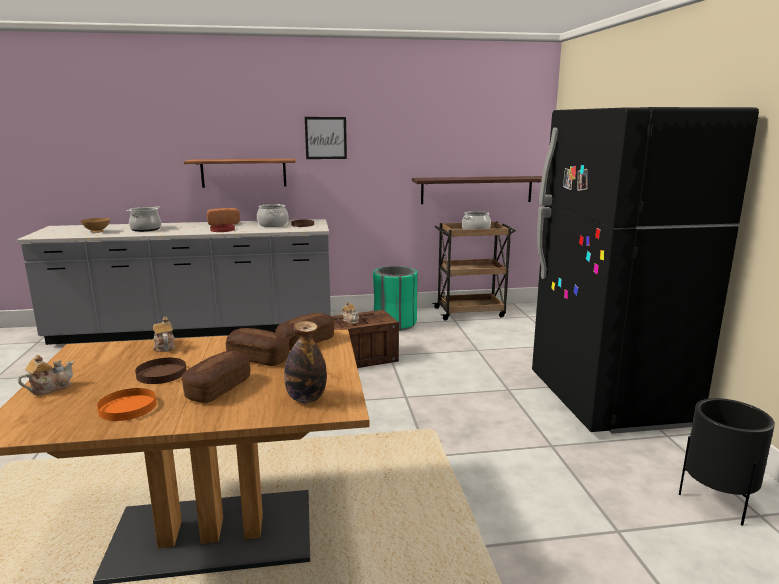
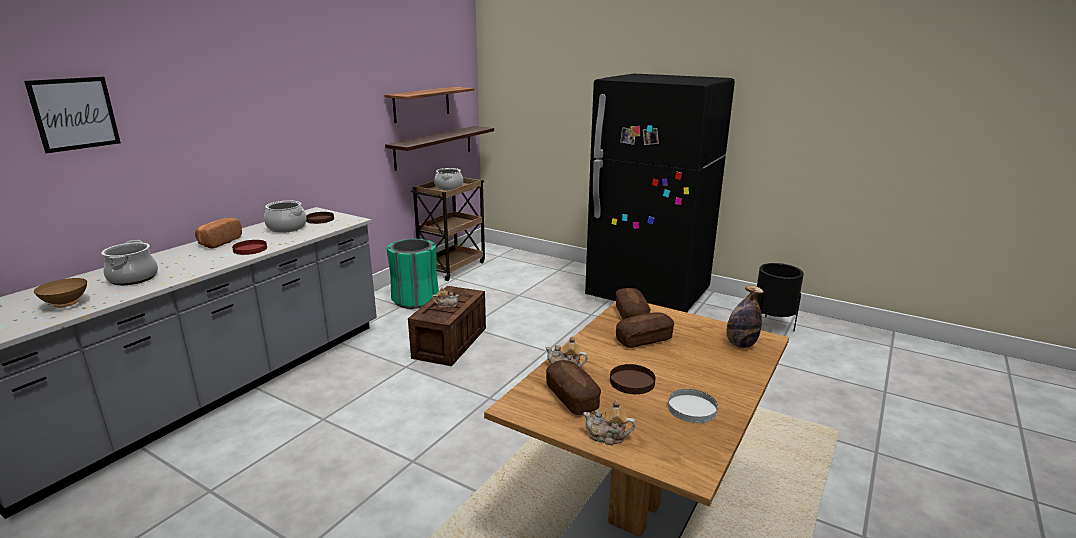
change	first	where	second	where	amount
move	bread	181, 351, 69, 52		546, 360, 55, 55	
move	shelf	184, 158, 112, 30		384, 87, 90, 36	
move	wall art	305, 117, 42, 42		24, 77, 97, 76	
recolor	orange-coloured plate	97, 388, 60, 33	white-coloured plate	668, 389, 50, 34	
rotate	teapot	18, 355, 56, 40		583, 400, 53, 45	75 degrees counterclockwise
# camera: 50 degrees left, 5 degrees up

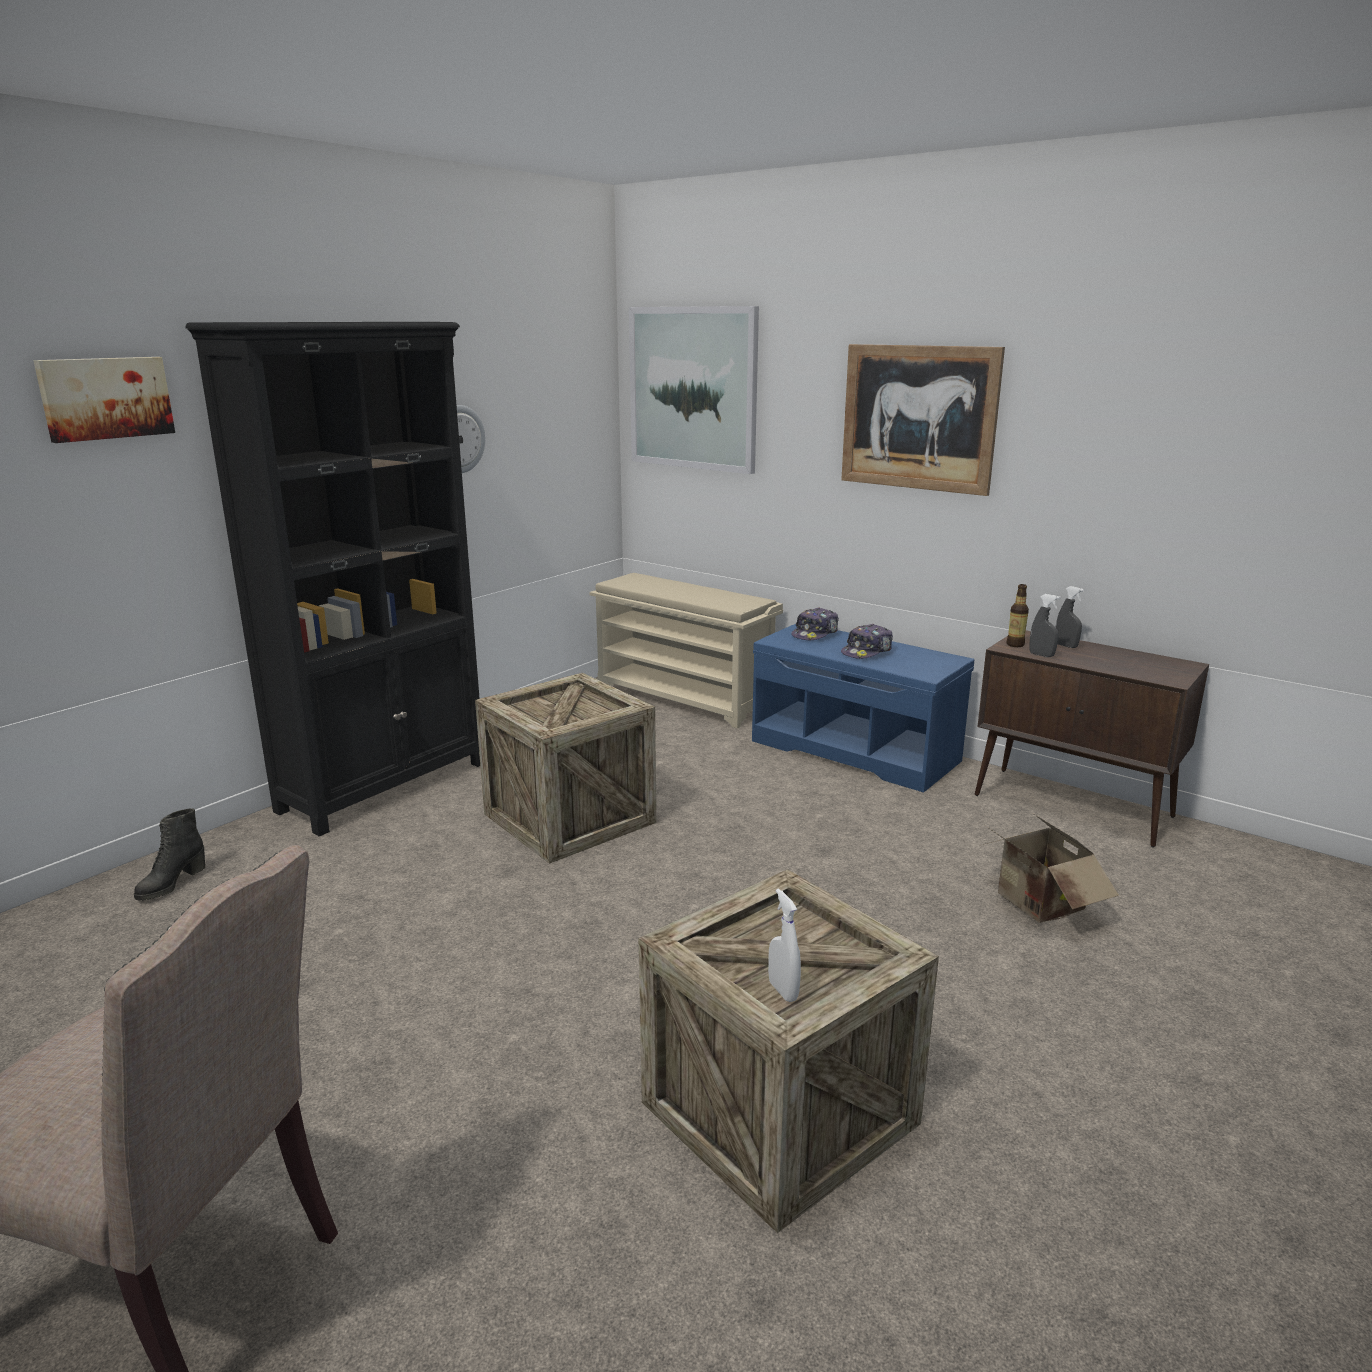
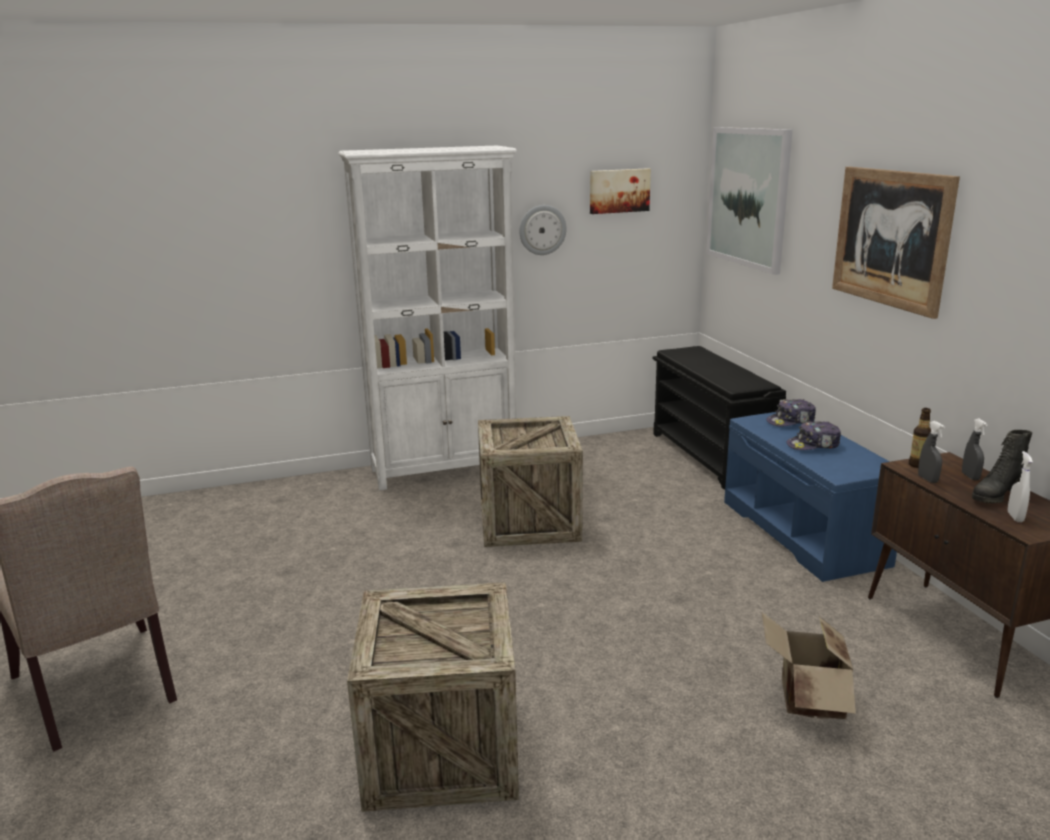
change	first	where	second	where	amount
move	wall art	33, 357, 142, 86		590, 168, 61, 46	
move	blackish high-top boot	134, 808, 71, 93		972, 430, 60, 73	
move	white-coloured sprayer	768, 888, 33, 114		1008, 451, 25, 71	
recolor	blackish bookcase	185, 322, 295, 514	white-coloured bookcase	338, 146, 179, 345	
recolor	beige-coloured shoe rack	589, 573, 194, 156	blackish shoe rack	653, 346, 133, 144	
# camera: 35 degrees right, 0 degrees up

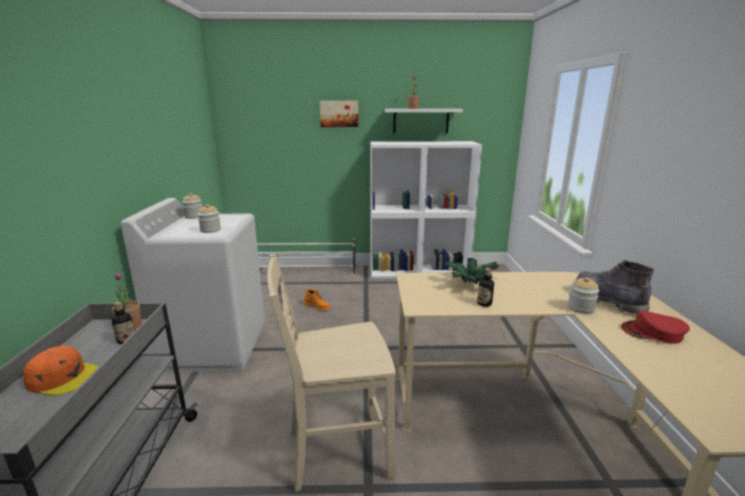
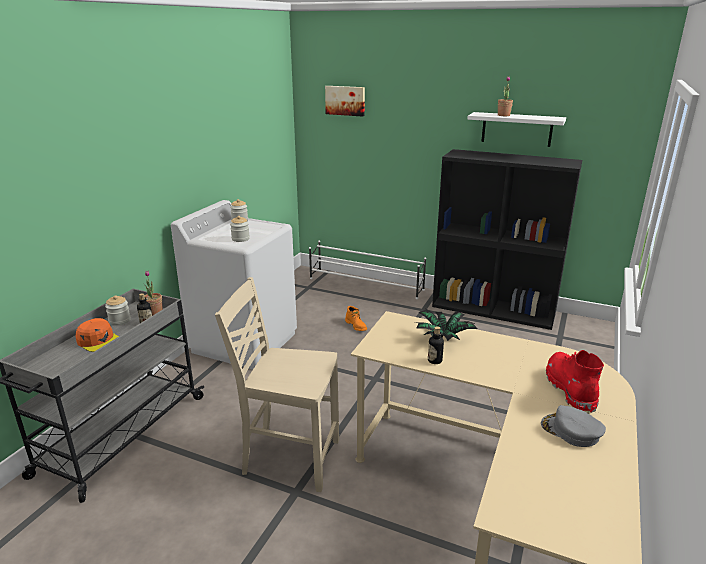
change	first	where	second	where	amount
move	wall art	320, 101, 38, 26		325, 86, 40, 31	
move	preserve jar	568, 277, 31, 37		105, 295, 26, 31	
recolor	white-coloured bookcase	370, 141, 112, 138	blackish bookcase	432, 149, 150, 181	
recolor	grey high-top boot	576, 260, 78, 54	red high-top boot	546, 350, 58, 63	
recolor	red baseball cap	621, 311, 69, 33	grey baseball cap	541, 405, 65, 42	
# camera: 25 degrees right, 5 degrees up

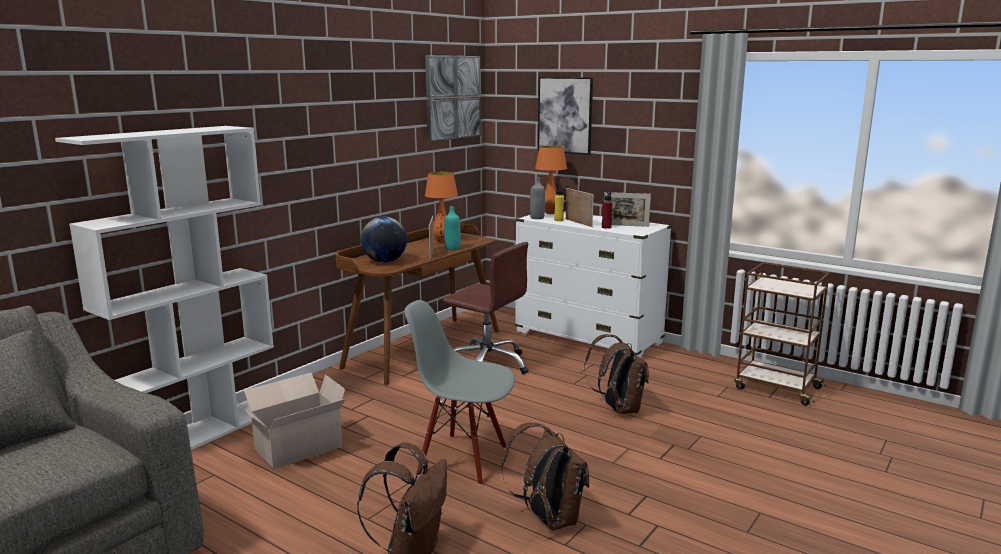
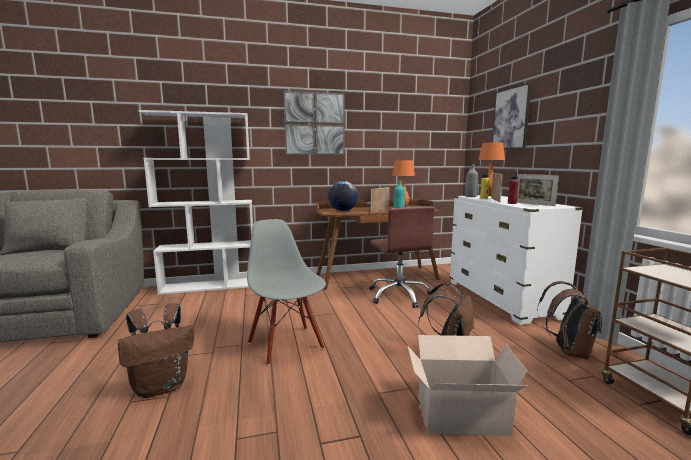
change	first	where	second	where	amount
move	carton	238, 373, 108, 96		407, 335, 121, 101	
move	wall art	425, 55, 56, 87		284, 91, 61, 64	
move	brownish rucksack	501, 422, 88, 108		537, 281, 65, 79	
# camera: 40 degrees right, 5 degrees down

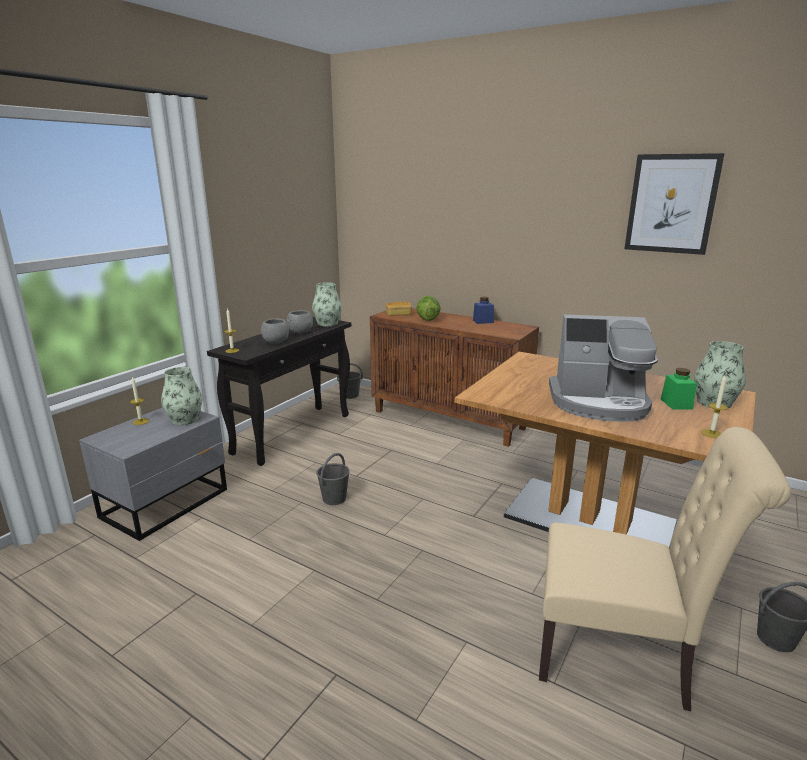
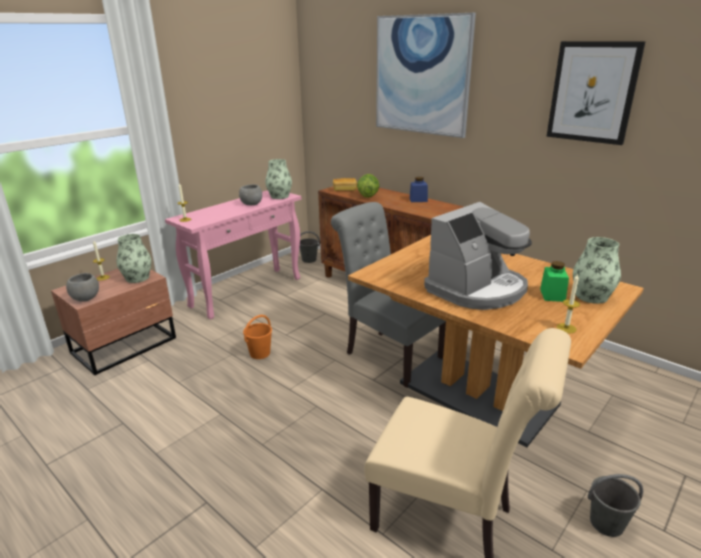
change	first	where	second	where	amount
insert			grey upright chair	331, 202, 115, 186	
insert			wall art	376, 13, 100, 125	
move	grey serving bowl	261, 318, 28, 26		66, 273, 33, 29	
recolor	grey nightstand	79, 407, 148, 134	brownish nightstand	51, 268, 125, 107	
recolor	blackish console table	207, 317, 144, 149	pink console table	165, 190, 136, 130	
recolor	grey water bucket	317, 453, 33, 52	orange-coloured water bucket	243, 315, 29, 44	
rotate	coffee brewer	549, 314, 109, 108		424, 202, 108, 108	60 degrees counterclockwise
# camera: 10 degrees right, 5 degrees up

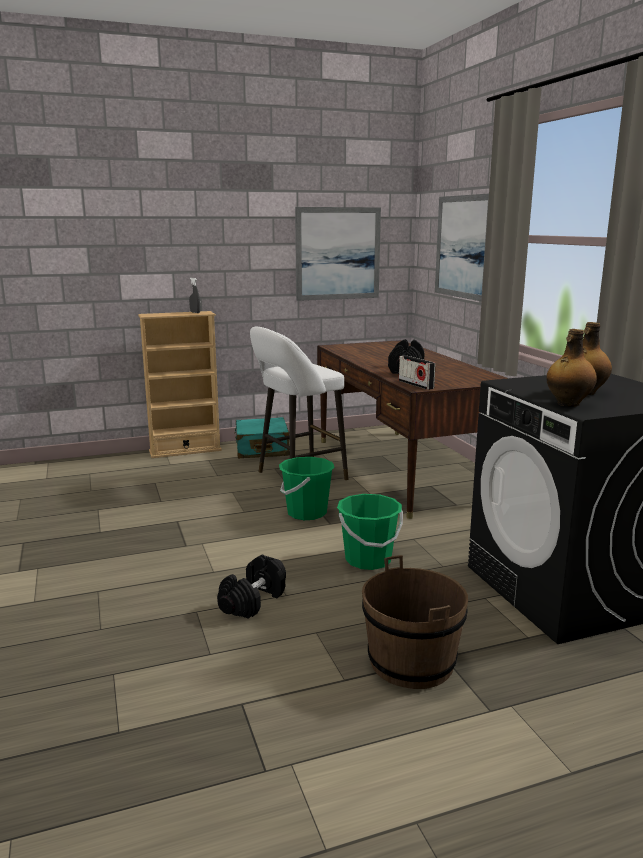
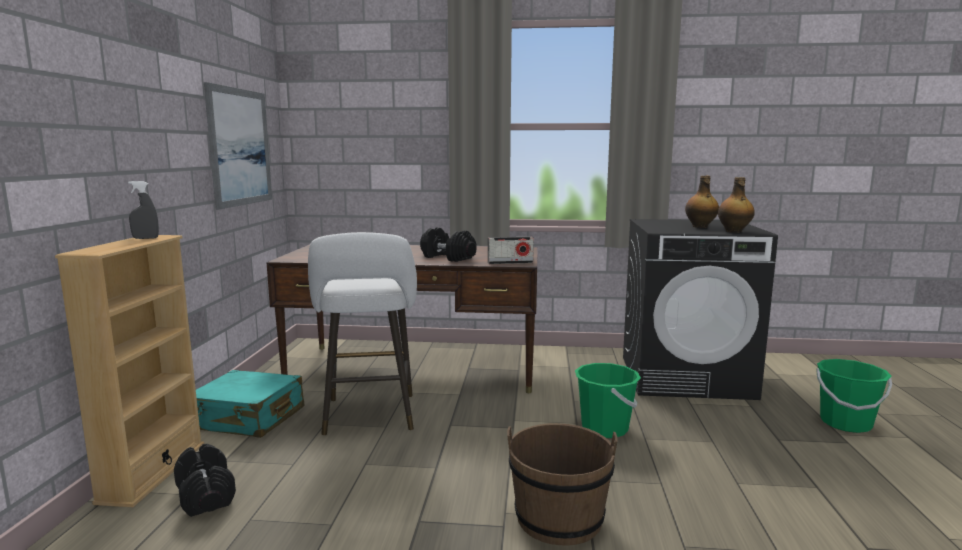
change	first	where	second	where	amount
delete	wall art	435, 194, 54, 108			
move	blackish hand weight	217, 555, 69, 63		174, 444, 62, 73	
move	greenish water bucket	279, 457, 55, 63		816, 359, 76, 74	
move	brownish water bucket	362, 555, 106, 134		507, 423, 110, 123	
# camera: 65 degrees left, 5 degrees down

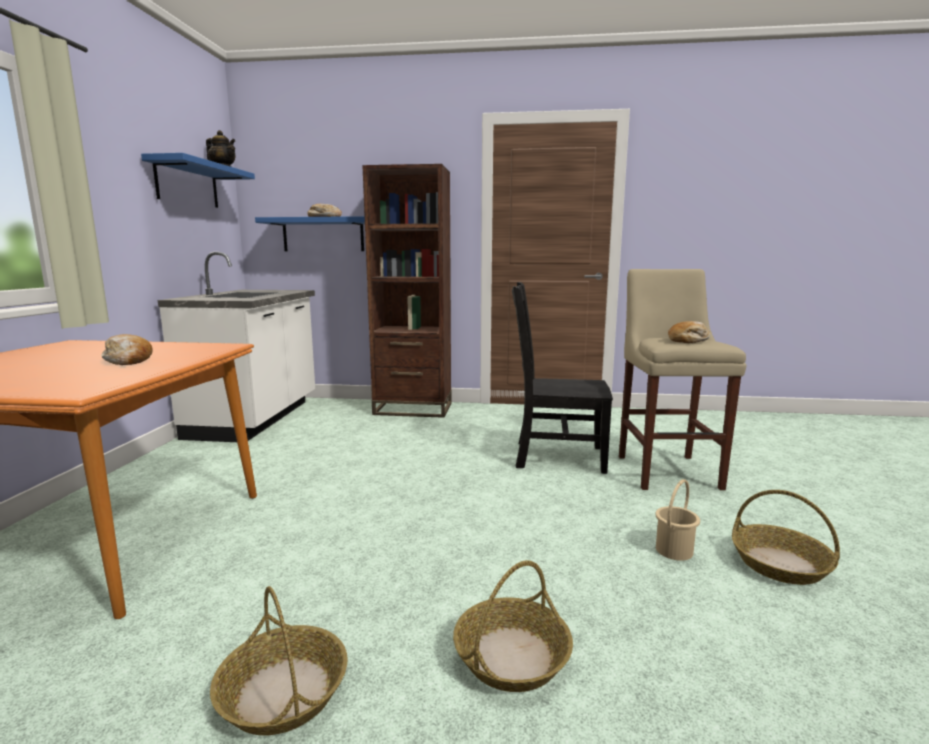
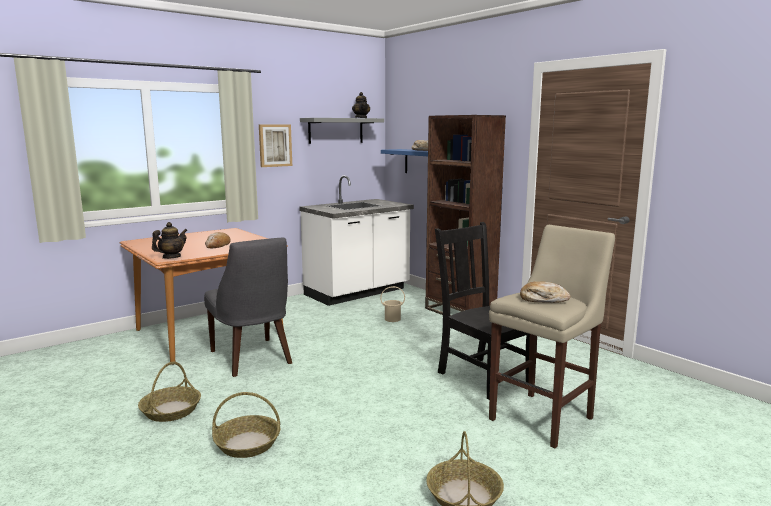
change	first	where	second	where	amount
insert			teapot	152, 222, 36, 37	
insert			grey upright chair	204, 238, 88, 139	
insert			wall art	259, 124, 33, 43	
move	beige-coloured water bucket	655, 479, 45, 82		380, 286, 25, 36	
recolor	bluish shelf	141, 153, 114, 55	grey shelf	300, 118, 84, 26	
# camera: 45 degrees right, 0 degrees up

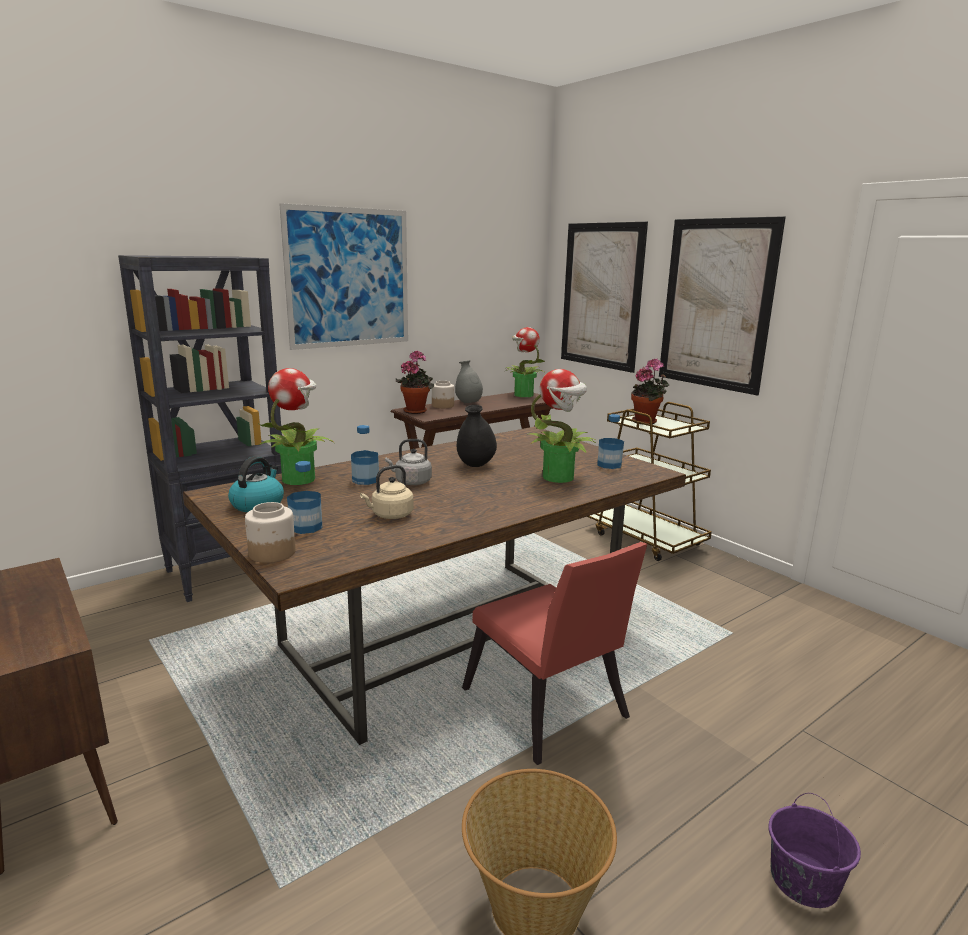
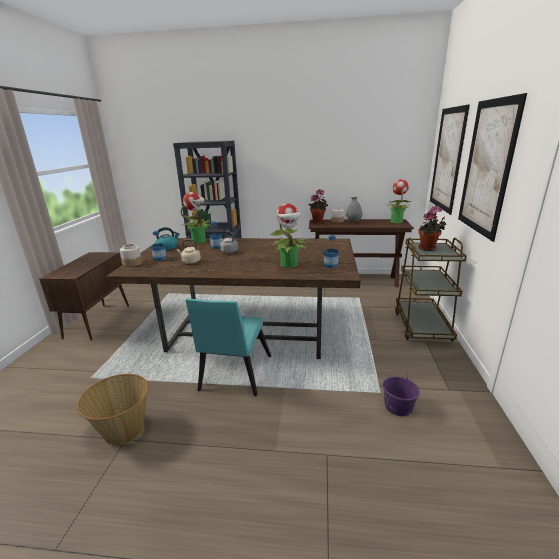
change	first	where	second	where	amount
delete	wall art	279, 203, 129, 147			
delete	blackish flower vase	457, 405, 40, 62			
move	purple-coloured water bucket	768, 793, 93, 115		382, 372, 38, 44	
recolor	red upright chair	462, 542, 185, 223	turquoise-coloured upright chair	186, 298, 85, 98	
# camera: 45 degrees right, 5 degrees up

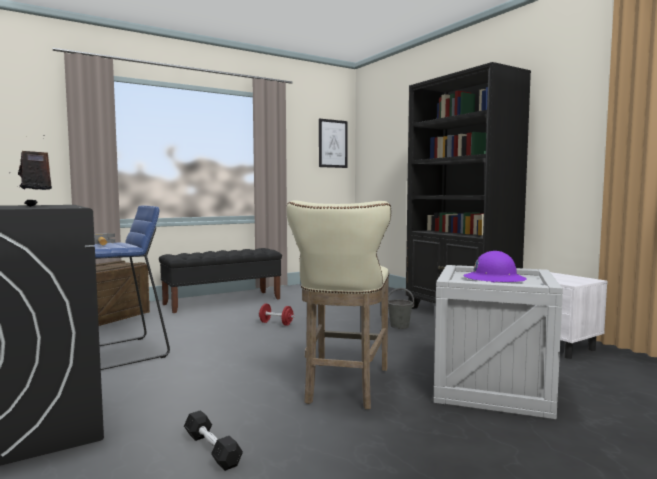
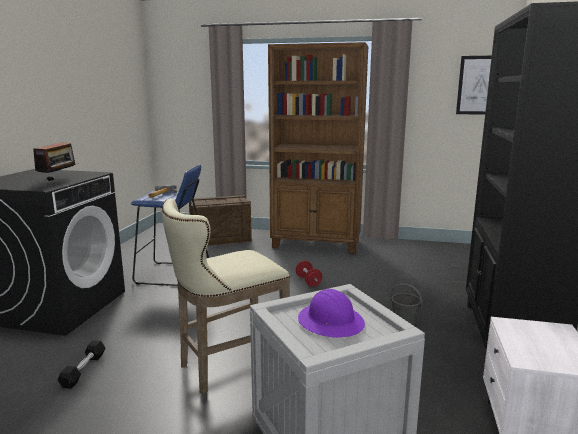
change	first	where	second	where	amount
replace	blackish bench	159, 248, 123, 65	brownish bookcase	268, 42, 101, 212	
# camera: 45 degrees right, 10 degrees up

